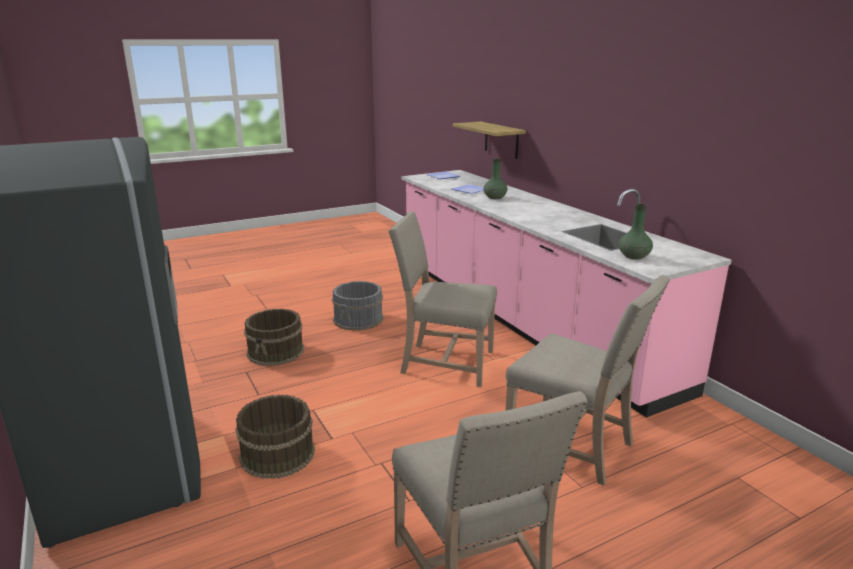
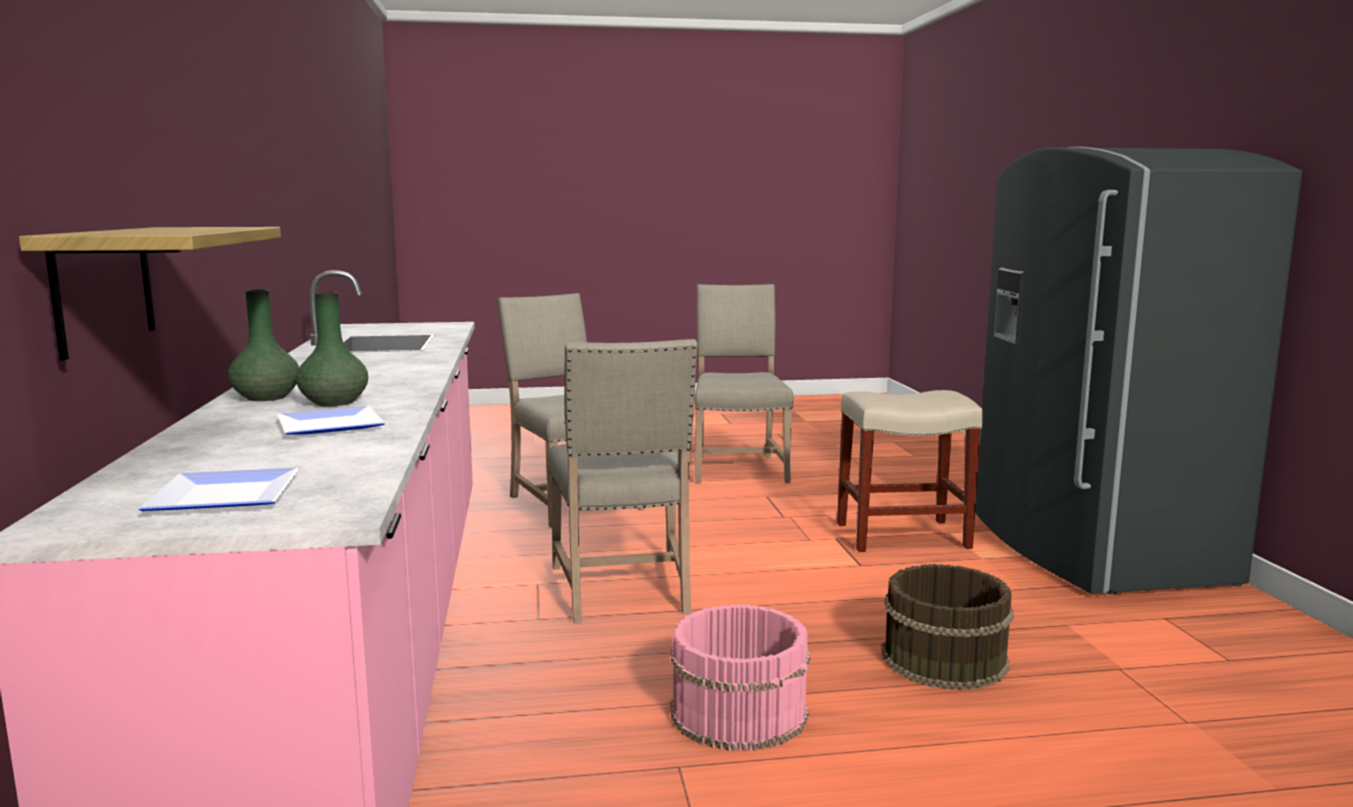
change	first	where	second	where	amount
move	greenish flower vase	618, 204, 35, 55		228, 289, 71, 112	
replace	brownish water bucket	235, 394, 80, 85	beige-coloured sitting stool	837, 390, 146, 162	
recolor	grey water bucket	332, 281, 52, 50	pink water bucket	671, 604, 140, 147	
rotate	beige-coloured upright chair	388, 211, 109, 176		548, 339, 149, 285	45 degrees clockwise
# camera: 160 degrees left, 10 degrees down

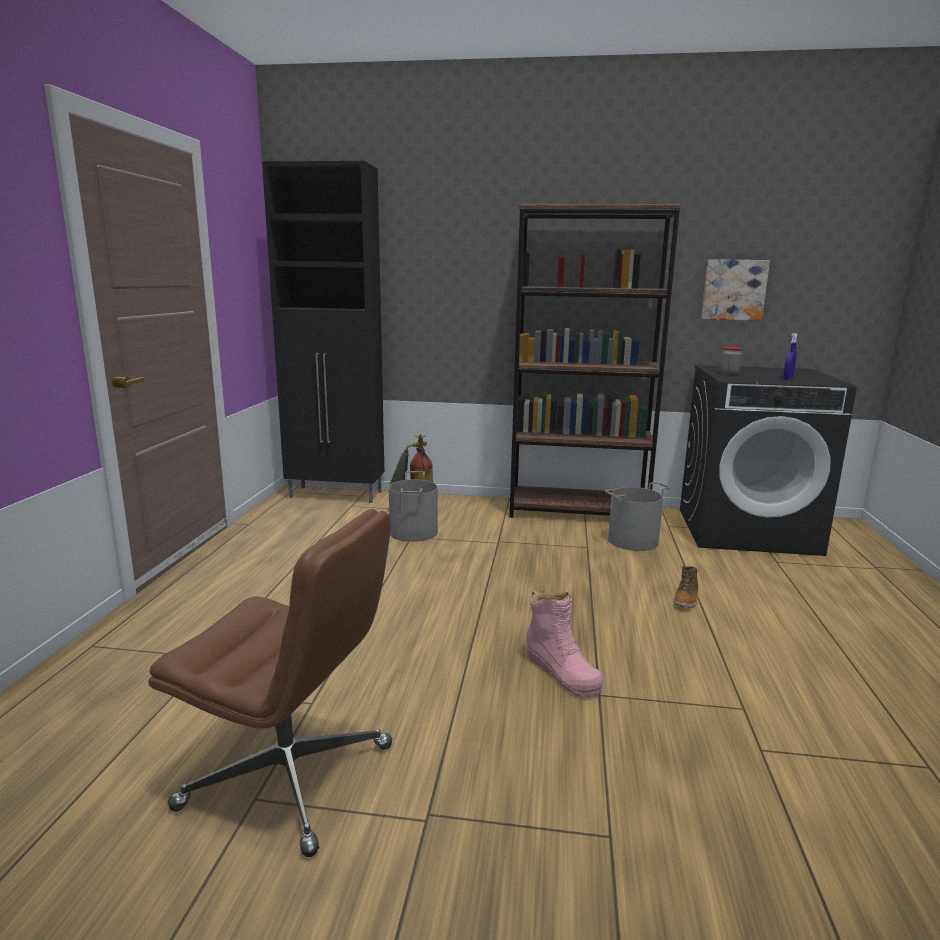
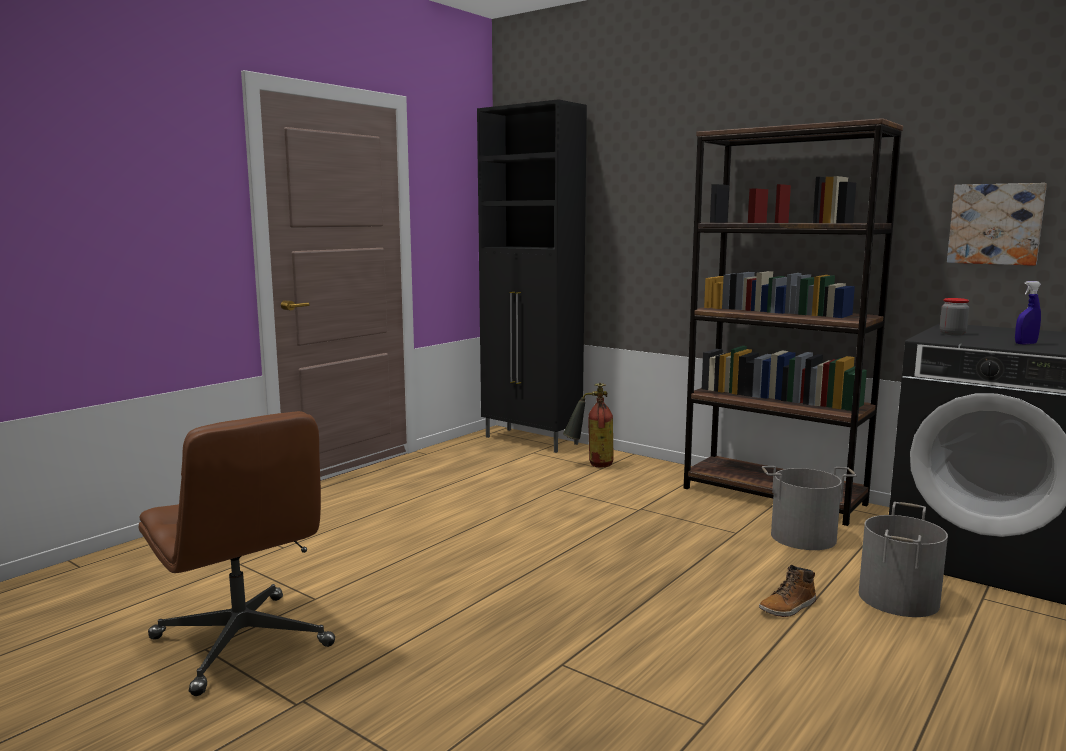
change	first	where	second	where	amount
delete	pink high-top boot	526, 591, 78, 107			
move	grey water bucket	389, 471, 49, 71		859, 502, 89, 115	
# camera: 30 degrees right, 5 degrees down

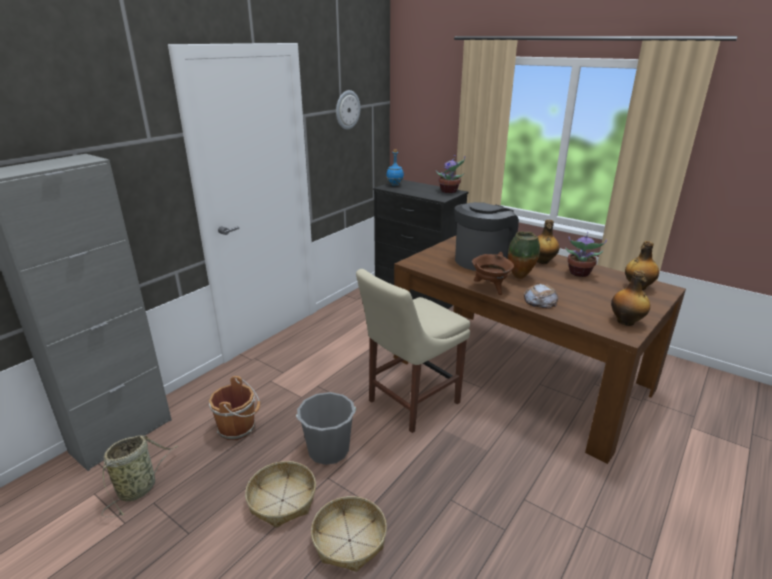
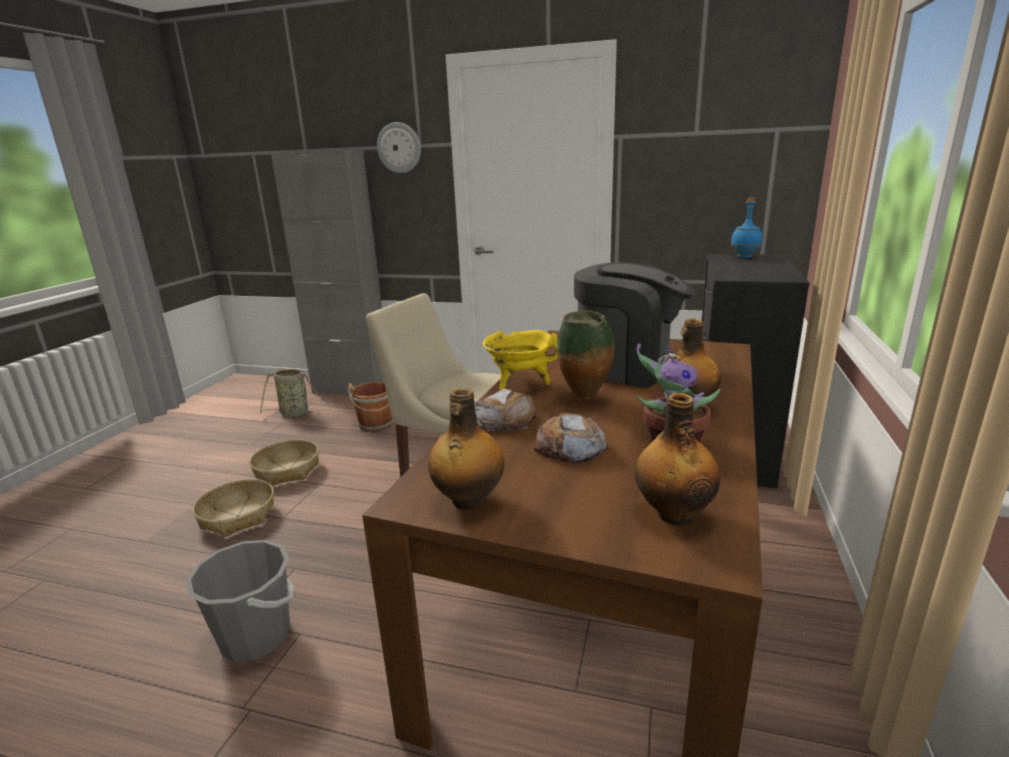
change	first	where	second	where	amount
delete	houseplant	436, 155, 29, 38			
insert			bread	534, 413, 74, 50	
move	grey water bucket	296, 392, 60, 73		186, 540, 107, 122	
move	hanging clock	336, 90, 24, 39		377, 122, 44, 51	
recolor	brownish cooking pot	472, 252, 42, 43	yellowish cooking pot	483, 330, 75, 61	
# camera: 70 degrees right, 5 degrees down

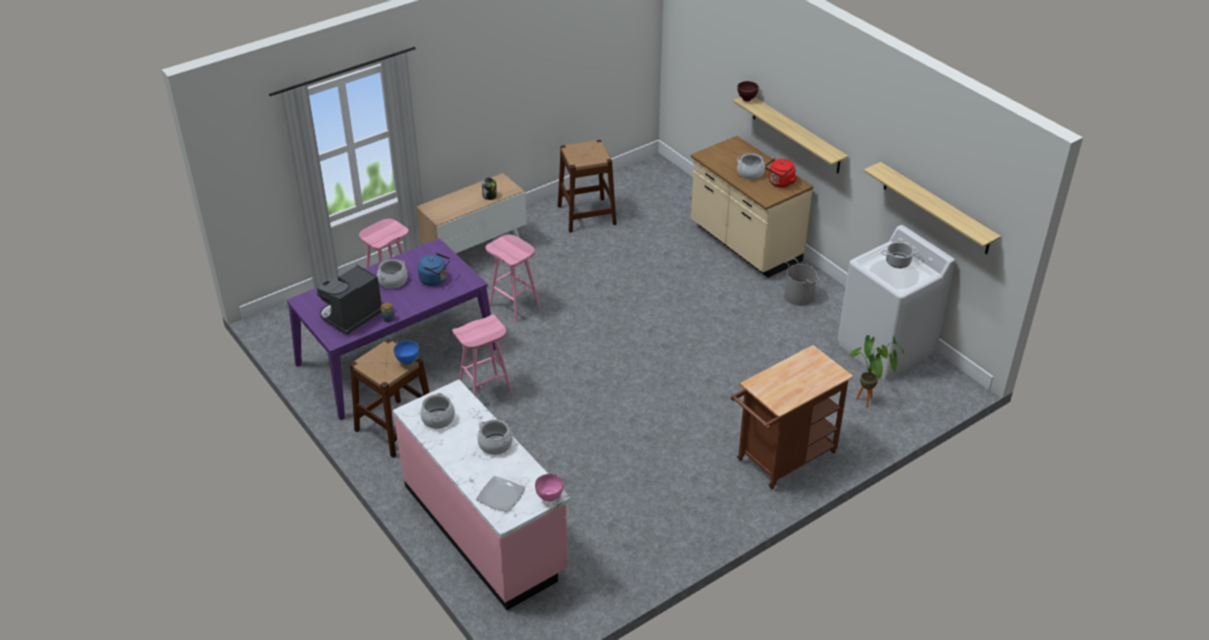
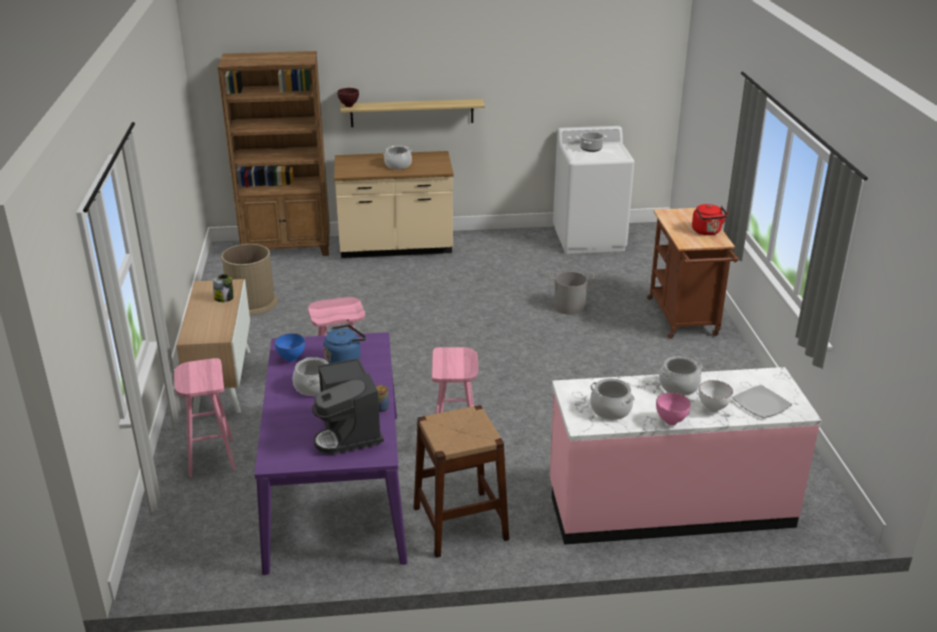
change	first	where	second	where	amount
delete	houseplant	848, 335, 56, 72			
delete	shelf	863, 162, 138, 92			
insert			brownish bookcase	218, 51, 112, 205	
insert			white-coloured serving bowl	699, 380, 34, 32	
move	bluish serving bowl	394, 340, 25, 25		275, 333, 30, 29	
move	pink serving bowl	535, 474, 29, 28		656, 392, 35, 33	
move	red tea kettle	765, 158, 32, 30		692, 204, 36, 31	
move	grey water bucket	784, 258, 36, 48		549, 272, 45, 43	
replace	brownish sitting stool	558, 140, 59, 93	brownish trash can	221, 244, 57, 72	
# camera: 60 degrees left, 10 degrees down

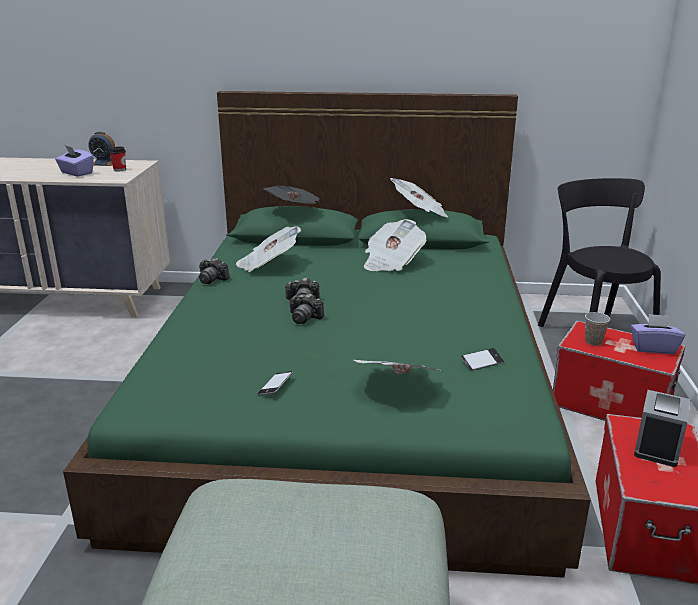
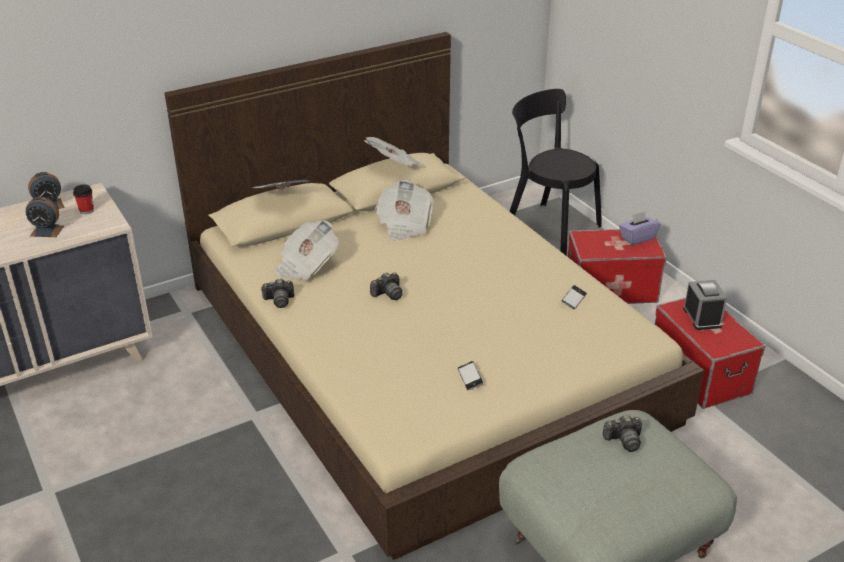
change	first	where	second	where	amount
delete	newspaper	354, 360, 90, 14			
delete	drinking cup	585, 312, 25, 34			
move	still camera	289, 293, 35, 31		603, 415, 39, 37	
replace	purple-coloured box of tissues	55, 145, 39, 32	table clock	26, 197, 38, 40	
recolor	greenish bed	63, 91, 528, 487	beige-coloured bed	165, 32, 539, 528	
# camera: 35 degrees left, 10 degrees up

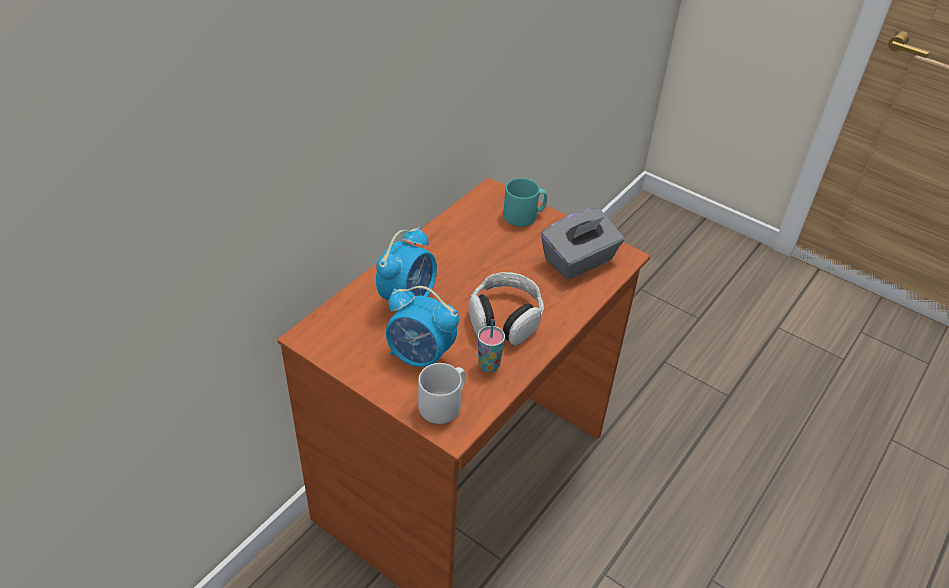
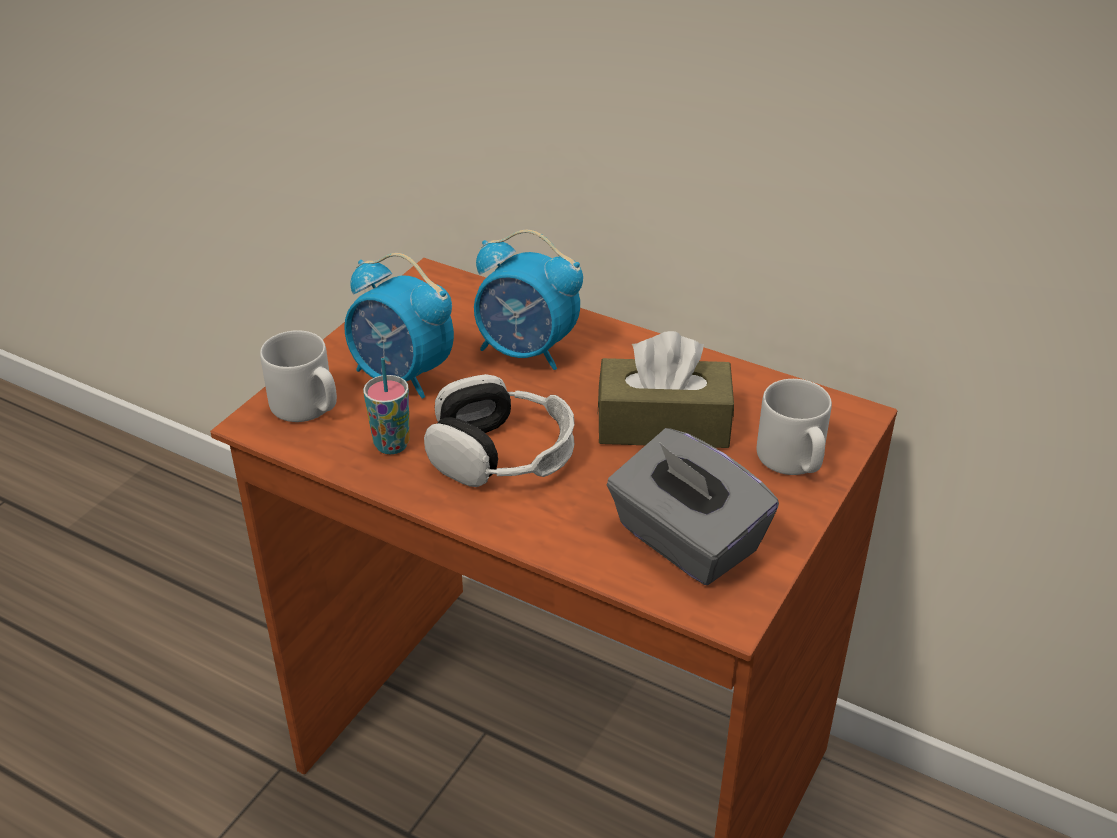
change	first	where	second	where	amount
insert			brownish box of tissues	597, 331, 137, 117	
recolor	turquoise-coloured mug	503, 178, 44, 49	grey mug	757, 379, 75, 96	
rotate	table clock	386, 286, 73, 81		344, 253, 110, 146	75 degrees counterclockwise
# camera: 85 degrees right, 5 degrees down

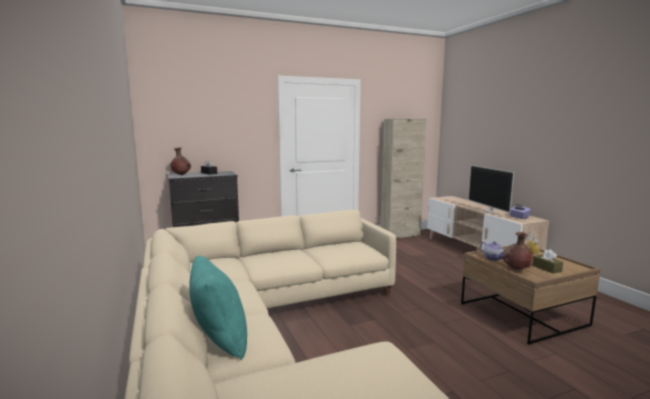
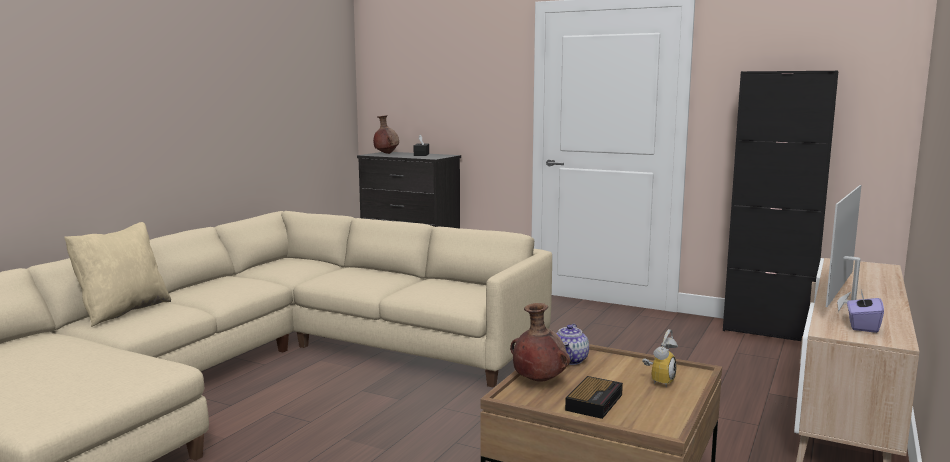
change	first	where	second	where	amount
replace	brownish box of tissues	533, 249, 30, 25	table clock	565, 376, 58, 43	
recolor	turquoise-coloured pillow	189, 256, 58, 104	beige-coloured pillow	64, 222, 107, 105	
recolor	beige-coloured storage cabinet	381, 119, 45, 119	blackish storage cabinet	723, 71, 116, 270	
# camera: 50 degrees right, 0 degrees up

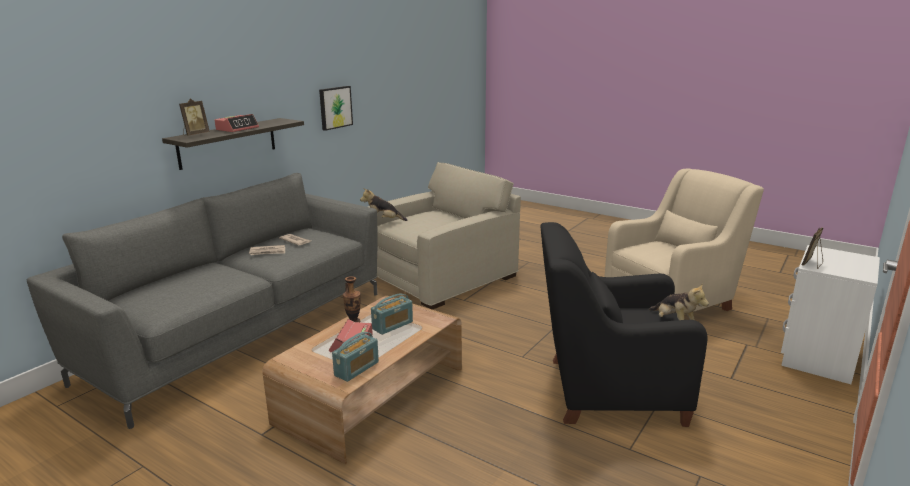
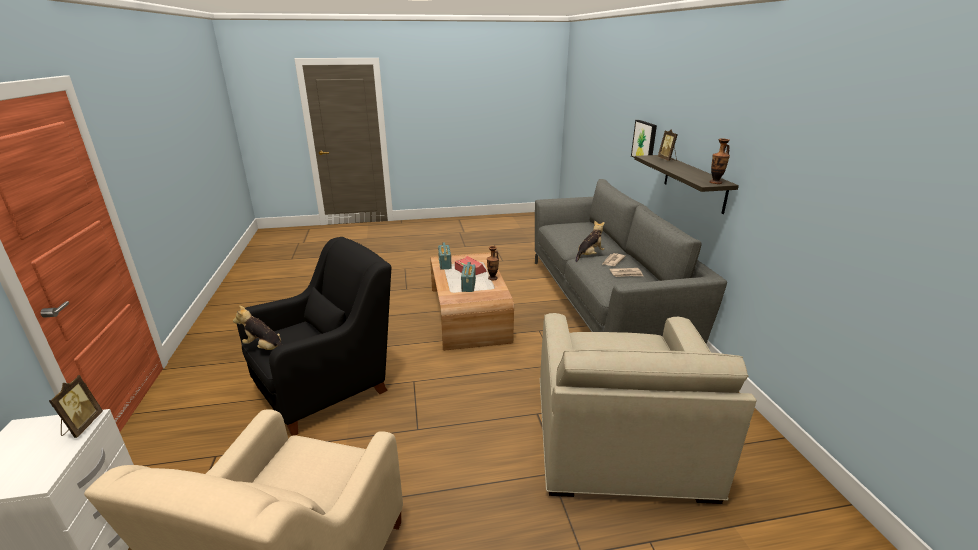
change	first	where	second	where	amount
delete	table clock	215, 114, 44, 18			
insert			flower vase	709, 139, 21, 45	
move	wall art	319, 86, 34, 45		631, 120, 26, 38	
move	cuddly toy	360, 188, 48, 33		576, 220, 29, 42	
# camera: 135 degrees right, 5 degrees up

